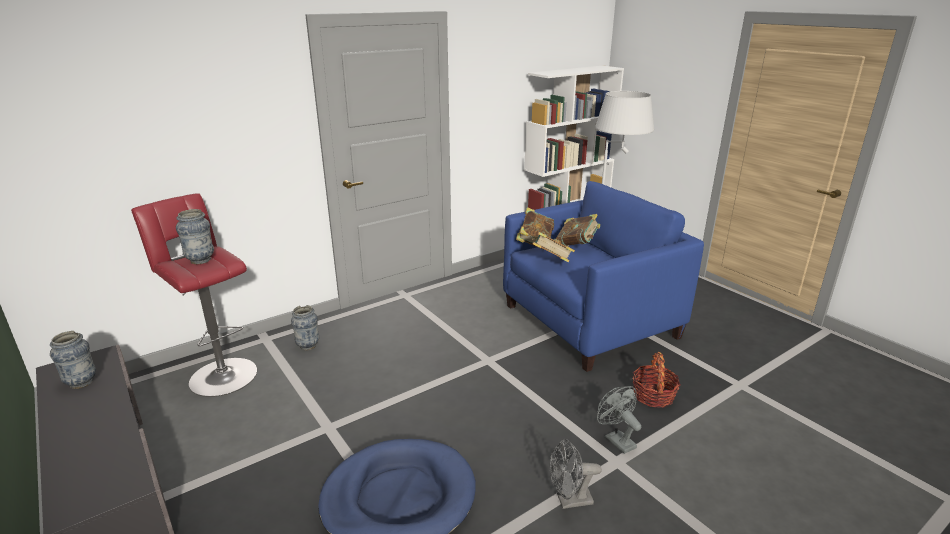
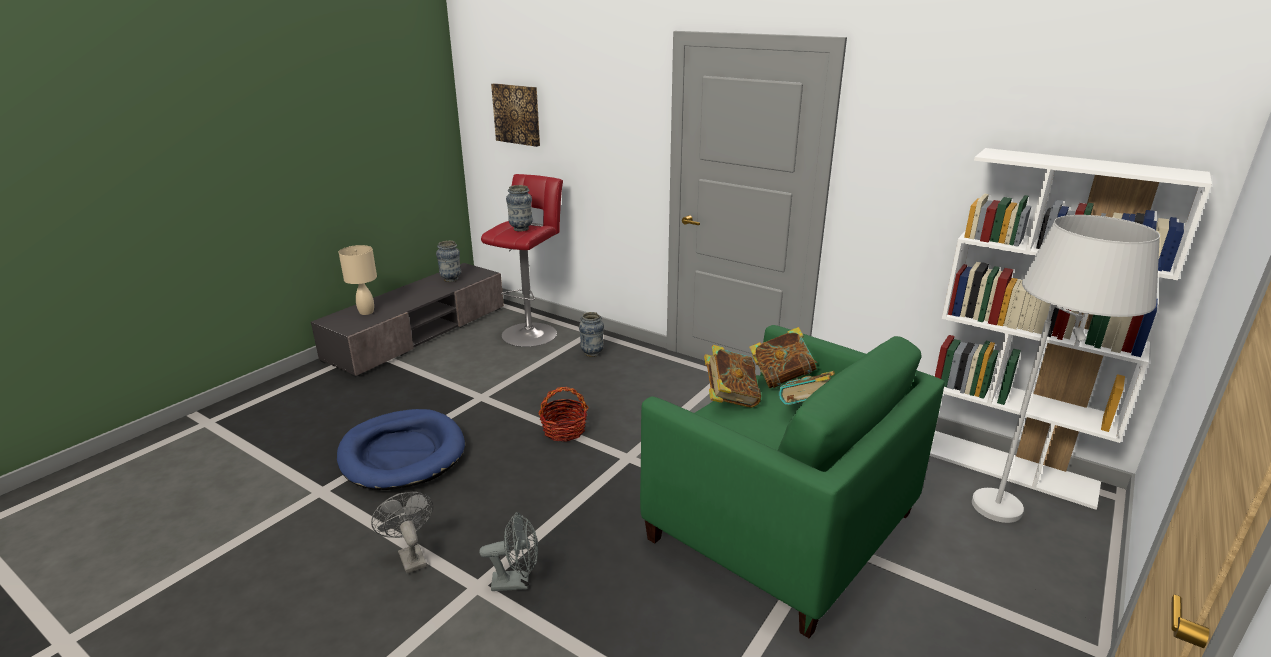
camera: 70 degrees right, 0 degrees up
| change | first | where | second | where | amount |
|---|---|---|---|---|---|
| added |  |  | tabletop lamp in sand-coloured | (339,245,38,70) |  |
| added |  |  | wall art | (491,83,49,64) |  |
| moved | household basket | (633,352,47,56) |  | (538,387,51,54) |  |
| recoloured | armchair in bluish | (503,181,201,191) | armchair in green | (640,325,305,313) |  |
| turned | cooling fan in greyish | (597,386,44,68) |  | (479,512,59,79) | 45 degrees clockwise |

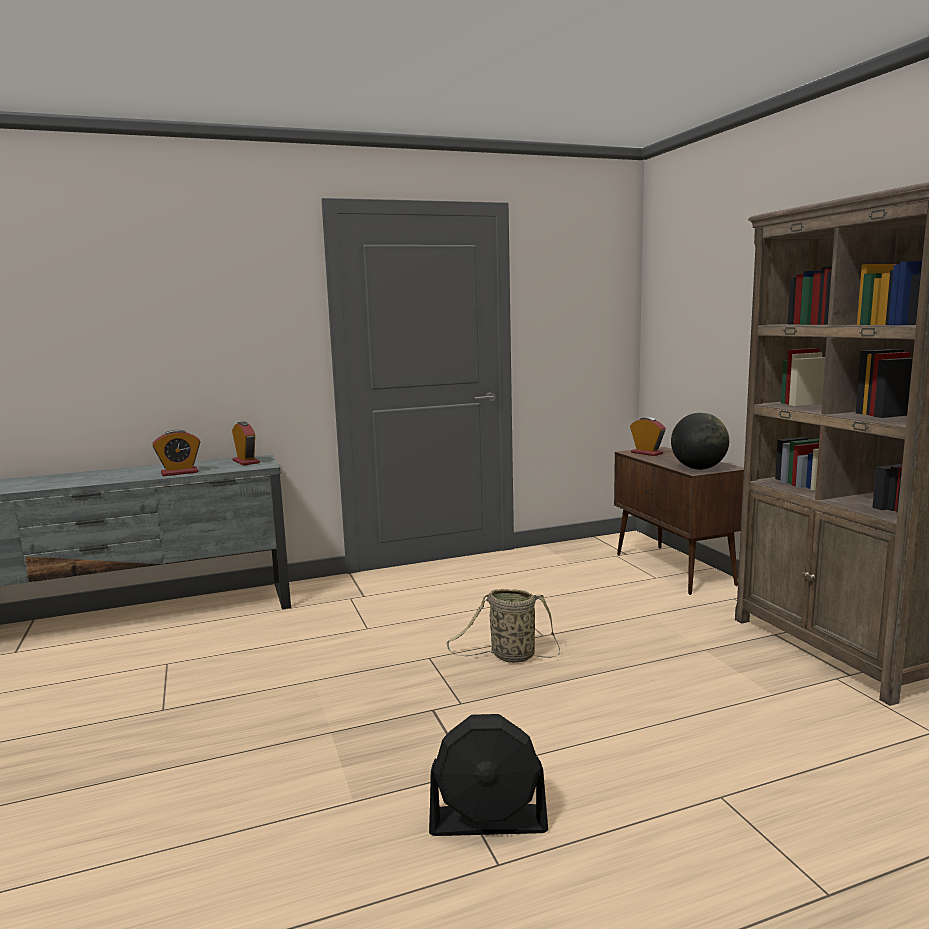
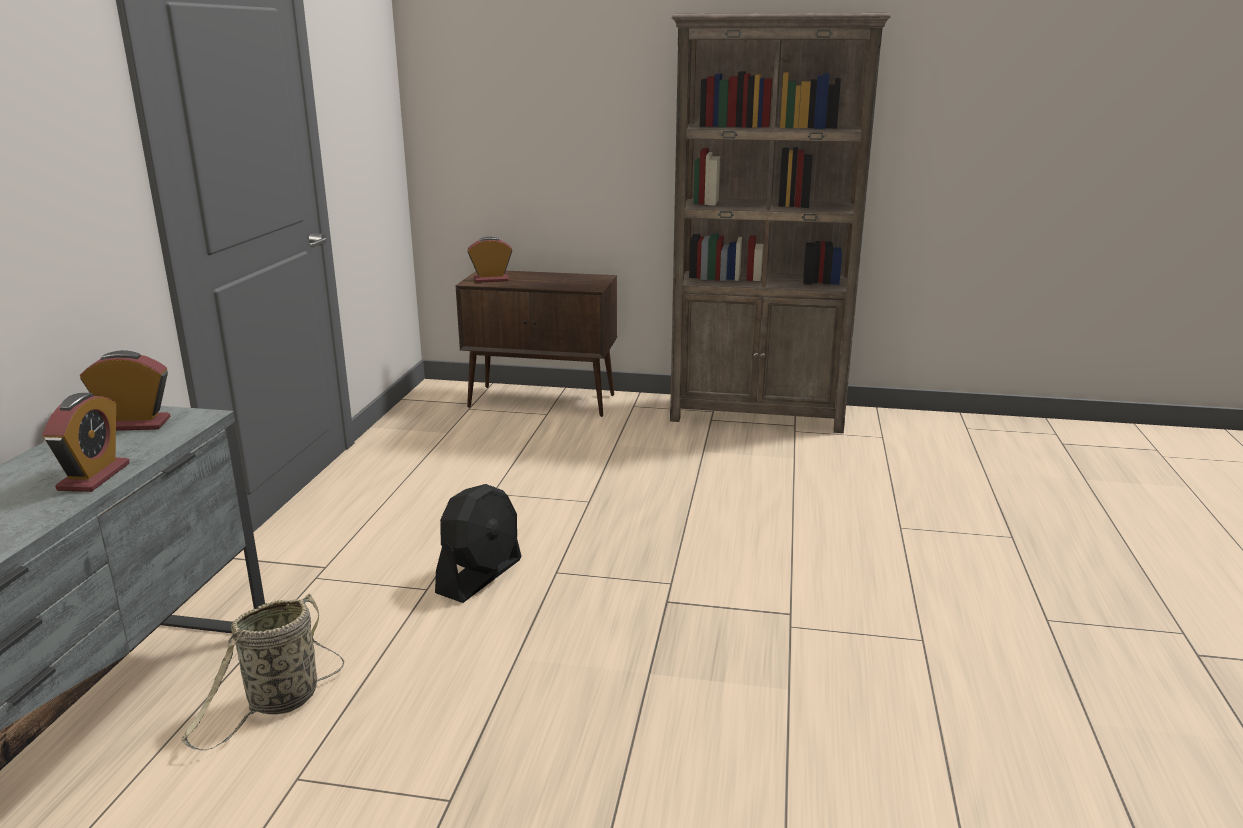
camera: 60 degrees left, 10 degrees up
| change | first | where | second | where | amount |
|---|---|---|---|---|---|
| removed | desk globe | (671,412,58,58) |  |  |  |
| moved | cooling fan in blackish | (429,714,119,122) |  | (435,484,87,119) |  |
| moved | household basket | (446,589,114,74) |  | (181,594,163,157) |  |

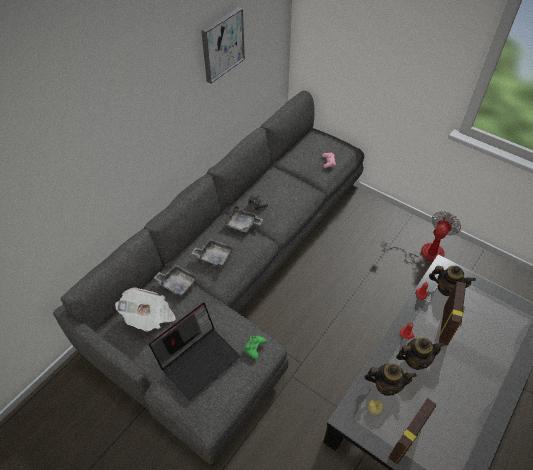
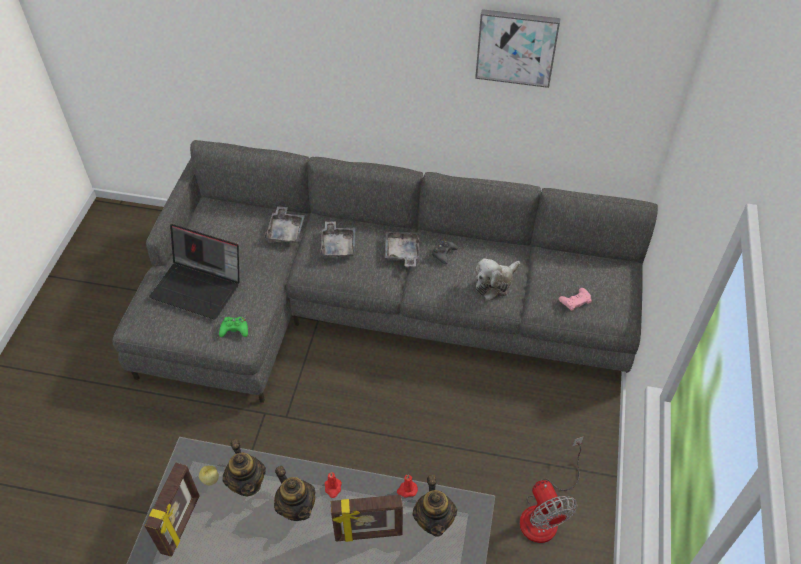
camera: 65 degrees right, 0 degrees up
| change | first | where | second | where | amount |
|---|---|---|---|---|---|
| removed | printed paper | (115,287,61,45) |  |  |  |
| added |  |  | plush toy | (476,258,44,43) |  |
| turned | cooling fan | (381,211,80,53) |  | (520,436,64,107) | 60 degrees clockwise |
| turned | picture frame | (388,398,48,66) |  | (144,462,56,95) | 90 degrees counterclockwise |

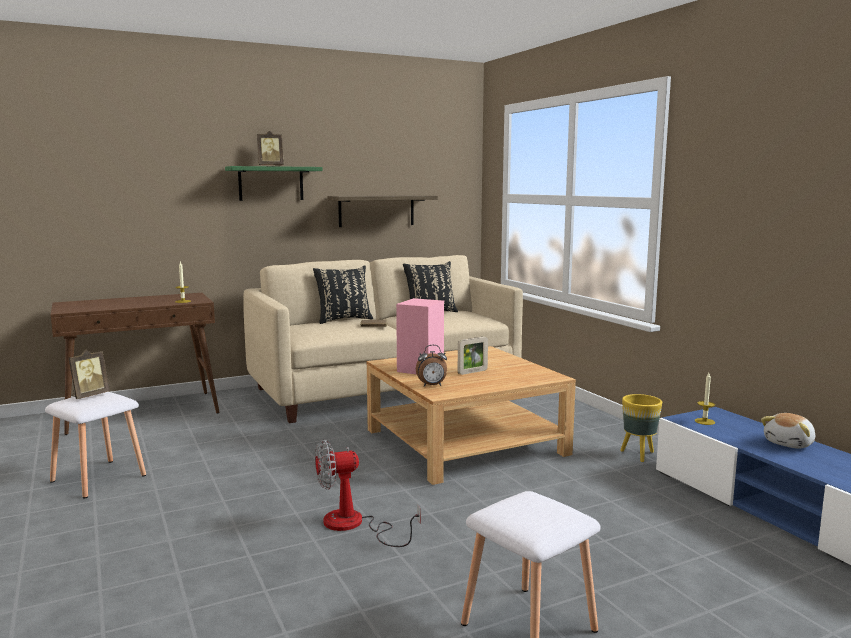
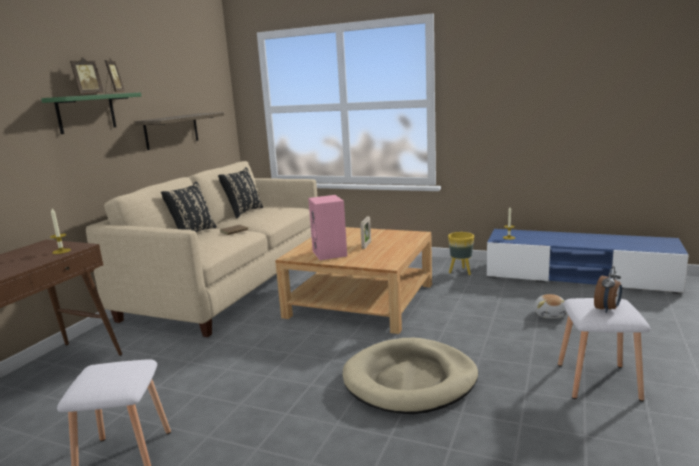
camera: 40 degrees left, 5 degrees up
| change | first | where | second | where | amount |
|---|---|---|---|---|---|
| moved | picture frame | (69,349,41,50) |  | (105,57,20,37) |  |
| moved | bedside clock | (416,345,31,41) |  | (594,266,28,47) |  |
| moved | plush toy | (761,413,54,36) |  | (534,294,33,24) |  |
| replaced | cooling fan | (315,440,106,107) | dog bed in sand-coloured | (343,338,135,76) |  |

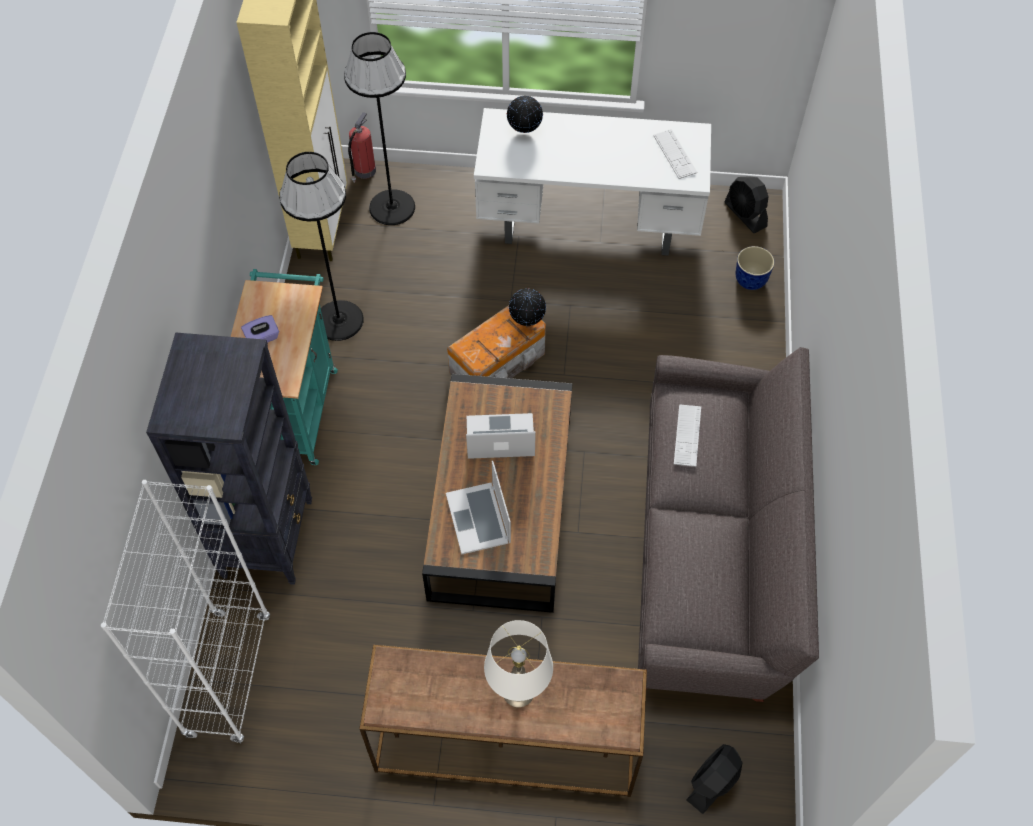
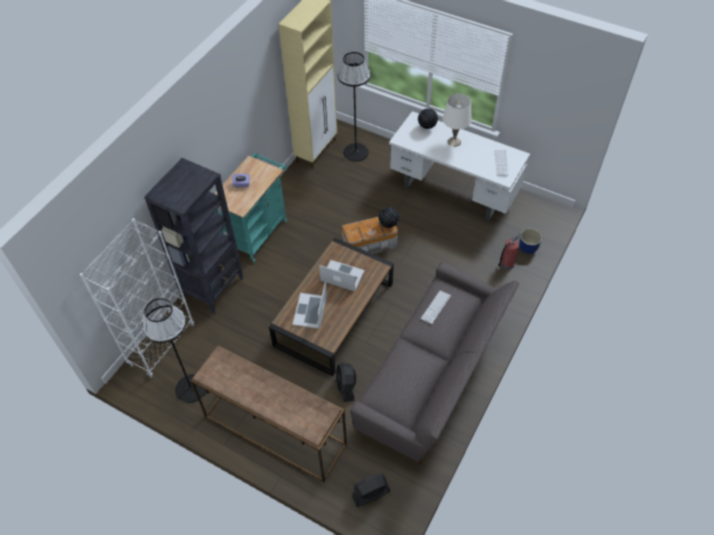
camera: 25 degrees right, 5 degrees down
| change | first | where | second | where | amount |
|---|---|---|---|---|---|
| moved | standard lamp in blackish | (279,152,85,189) |  | (142,298,64,105) |  |
| moved | extinguisher | (348,112,28,71) |  | (498,233,23,37) |  |
| moved | tabletop lamp in white-coloured | (484,620,69,87) |  | (443,93,29,54) |  |
| moved | cooling fan in blackish | (724,176,45,57) |  | (336,363,20,39) |  |

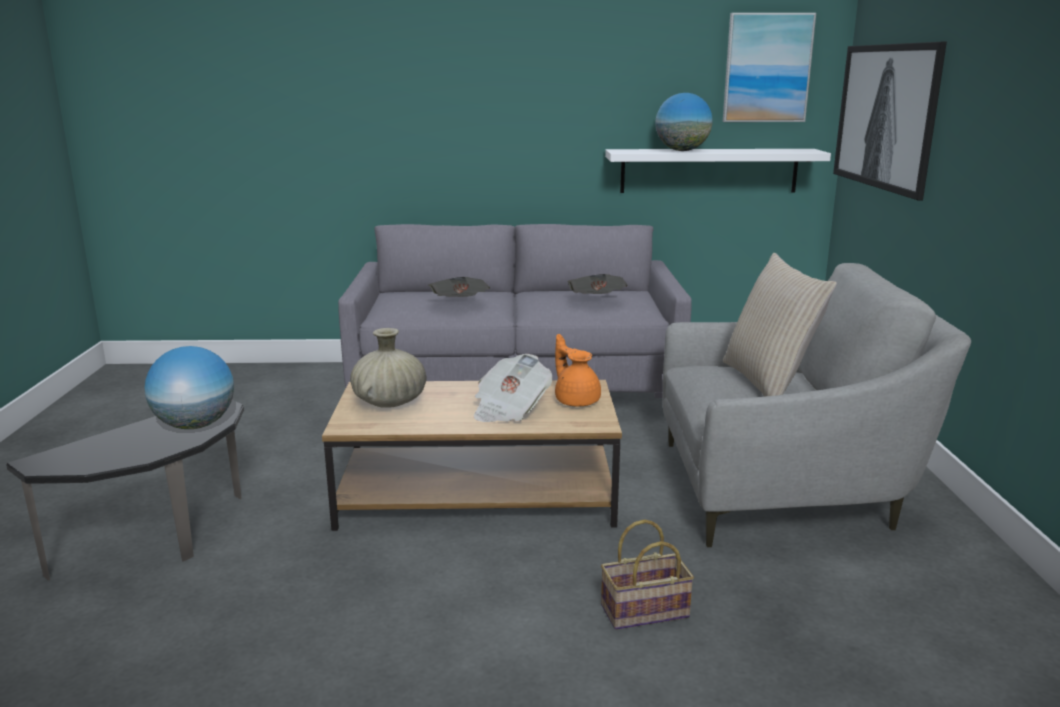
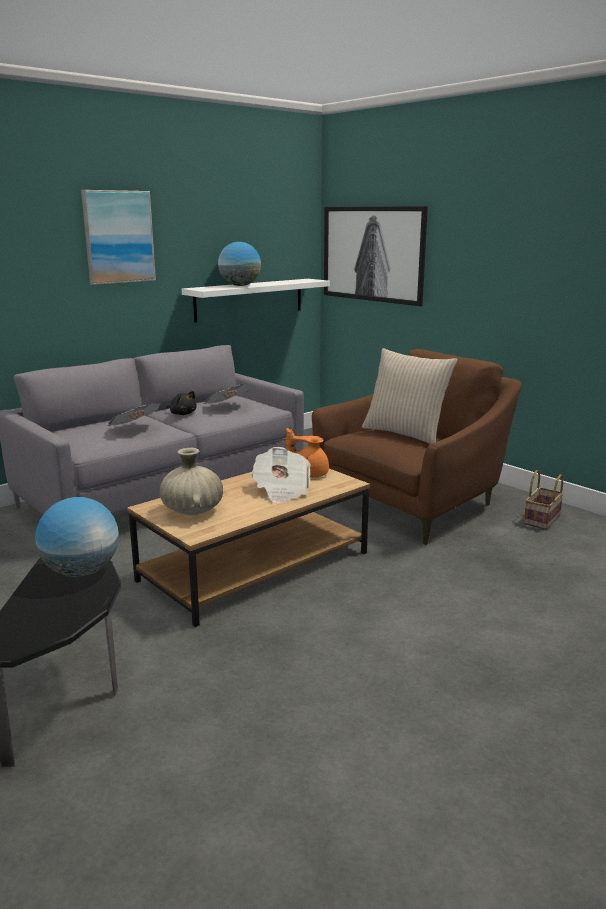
camera: 40 degrees left, 0 degrees up
| change | first | where | second | where | amount |
|---|---|---|---|---|---|
| added |  |  | plush toy in blackish | (166,391,31,24) |  |
| moved | household basket | (601,519,93,111) |  | (524,470,40,60) |  |
| moved | wall art | (723,13,93,109) |  | (81,190,75,95) |  |
| recoloured | armchair in greyish | (663,263,308,284) | armchair in brown | (312,349,209,196) |  |

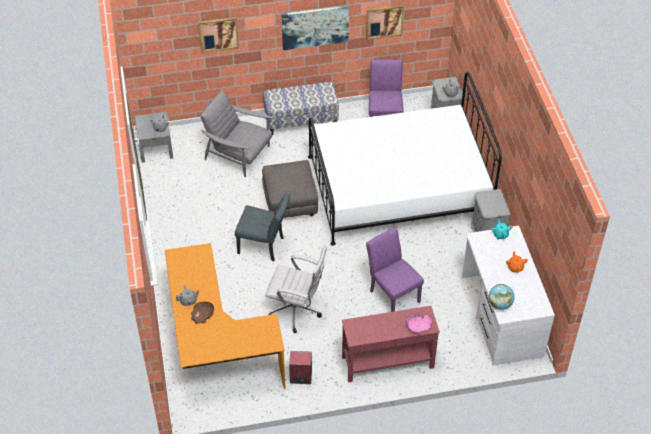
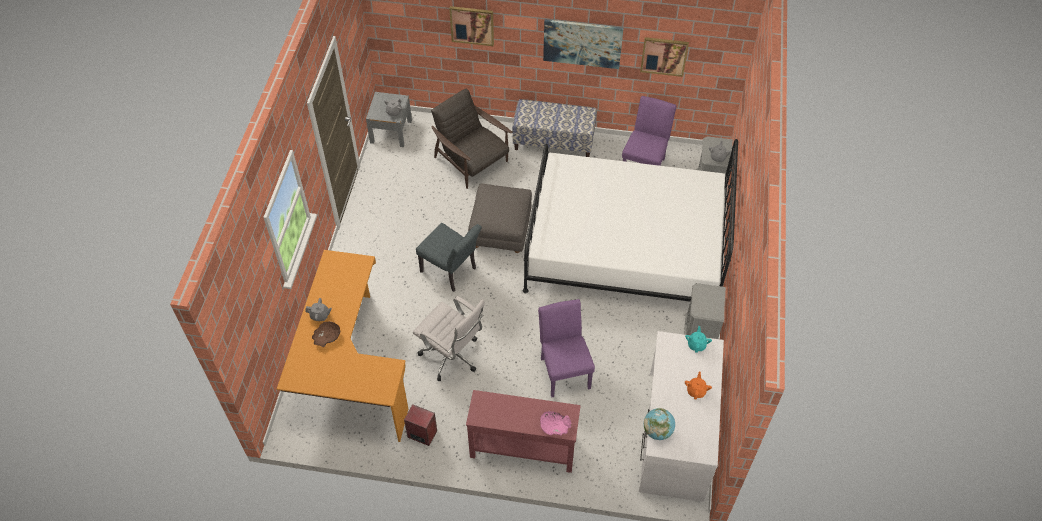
camera: 20 degrees right, 5 degrees up
| change | first | where | second | where | amount |
|---|---|---|---|---|---|
| recoloured | armchair in greyish | (200,91,74,86) | armchair in brown | (431,89,81,100) |  |

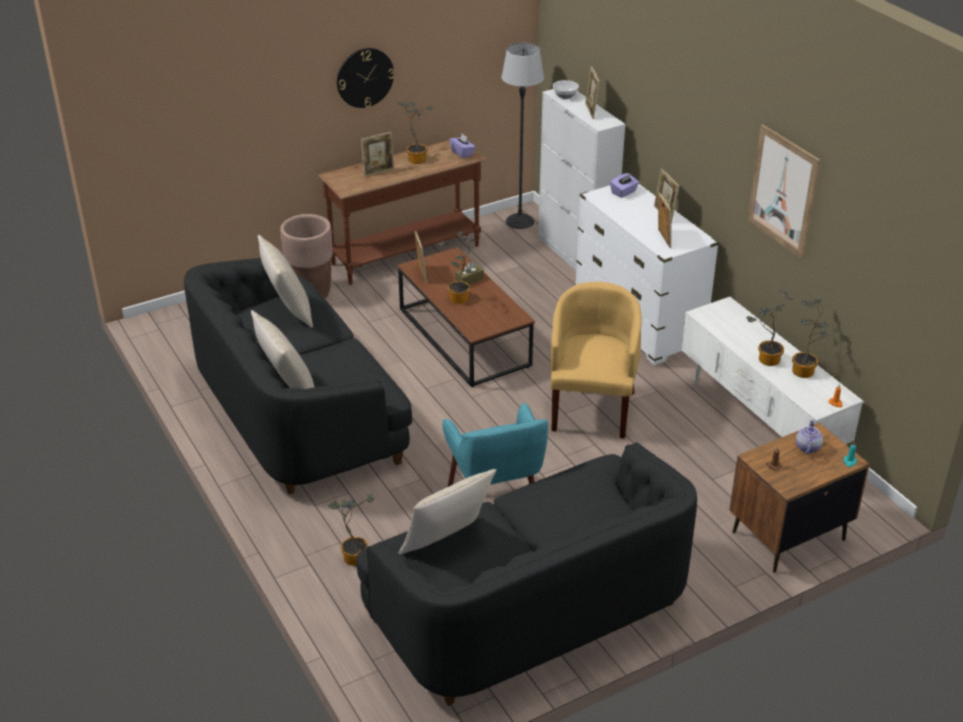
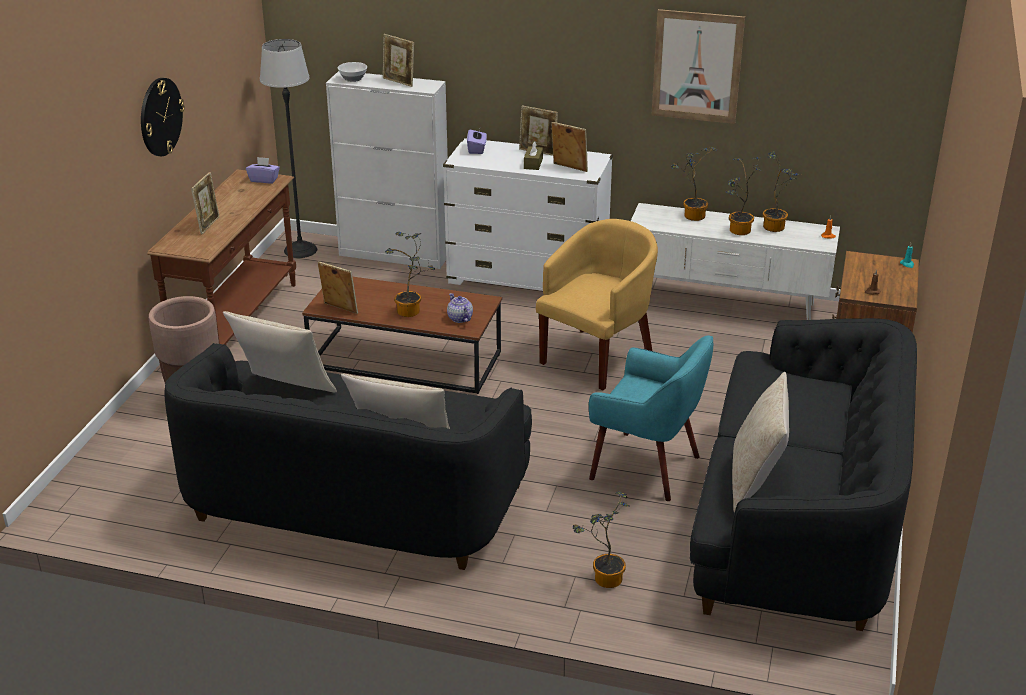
camera: 45 degrees left, 5 degrees down
| change | first | where | second | where | amount |
|---|---|---|---|---|---|
| moved | potted plant | (398,102,36,62) |  | (671,147,46,74) |  |
| moved | tissue box in brown | (455,262,29,23) |  | (524,141,19,29) |  |
| moved | tea pot | (796,420,27,35) |  | (447,293,26,30) |  |
| turned | armchair in yellowish | (550,282,92,157) |  | (536,219,122,171) | 75 degrees clockwise |

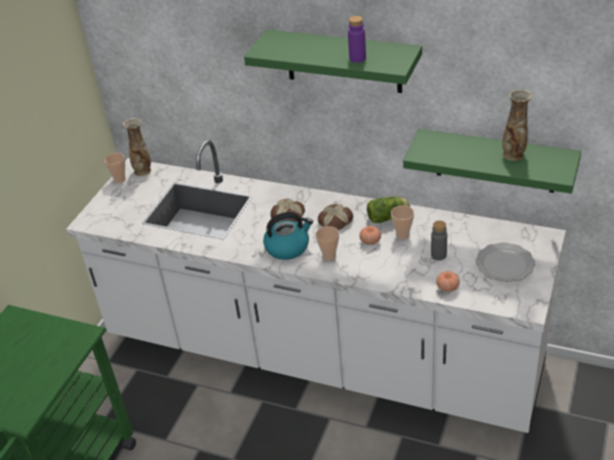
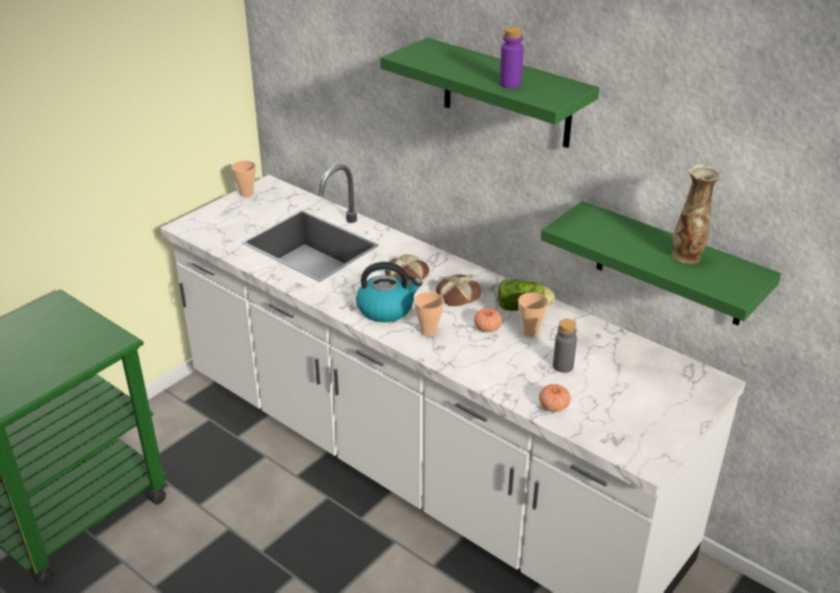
camera: 15 degrees right, 5 degrees down
| change | first | where | second | where | amount |
|---|---|---|---|---|---|
| removed | vase | (123,117,28,59) |  |  |  |
| removed | flat dish | (476,242,59,40) |  |  |  |

